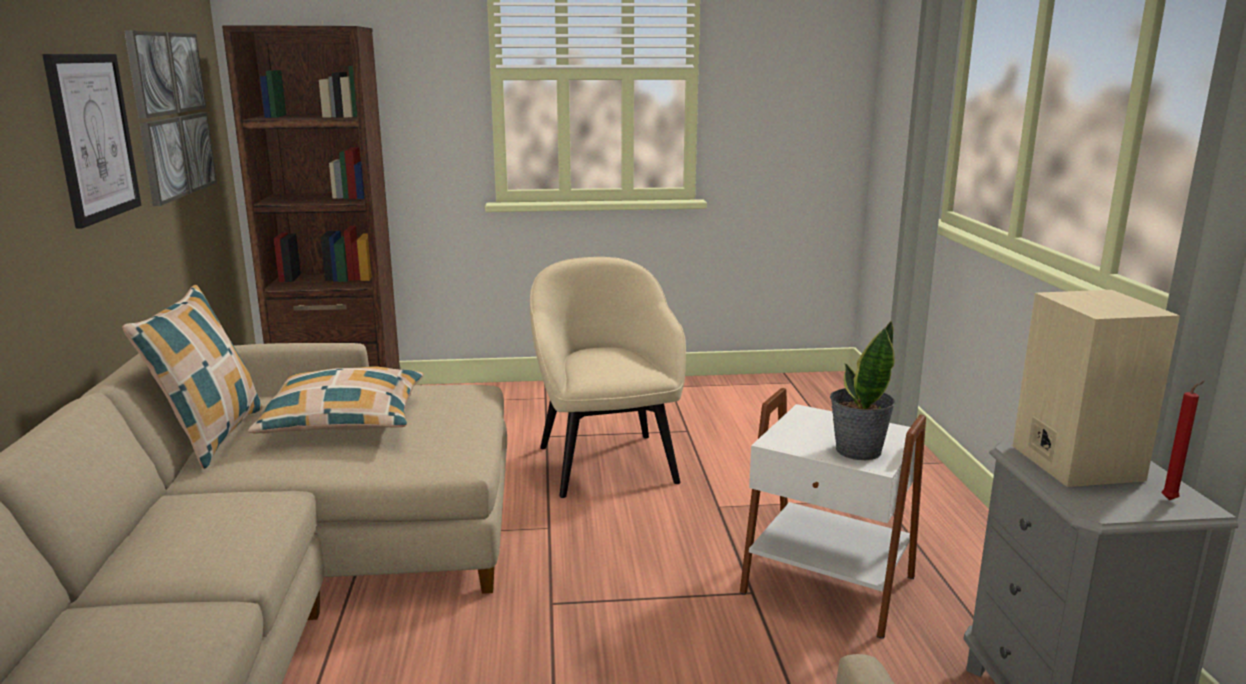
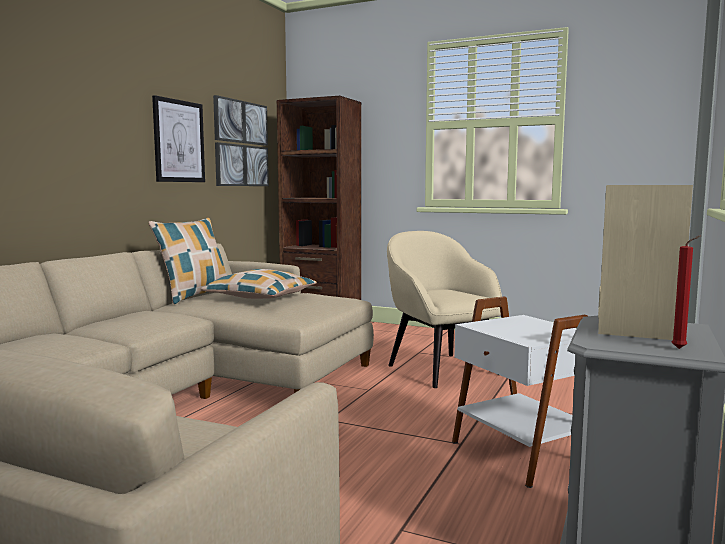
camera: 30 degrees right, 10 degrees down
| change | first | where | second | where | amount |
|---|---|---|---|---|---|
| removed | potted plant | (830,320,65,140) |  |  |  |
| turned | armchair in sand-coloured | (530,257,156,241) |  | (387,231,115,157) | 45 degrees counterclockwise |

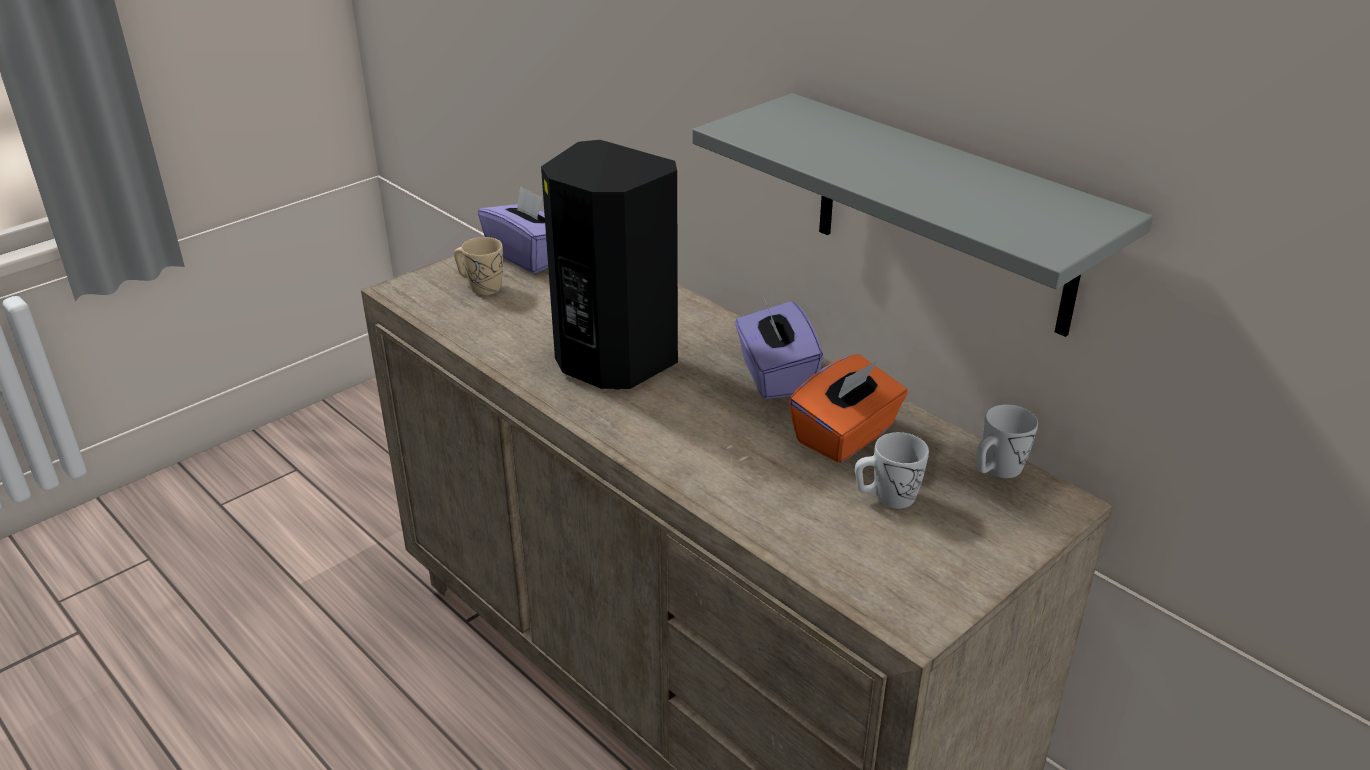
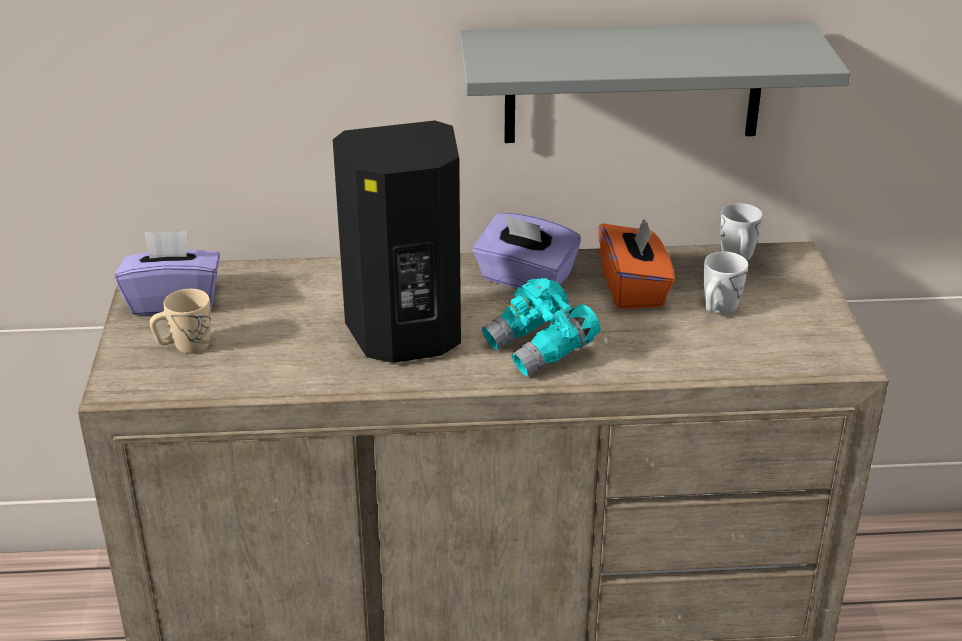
camera: 50 degrees left, 0 degrees up
| change | first | where | second | where | amount |
|---|---|---|---|---|---|
| added |  |  | pair of binoculars in turquoise | (482,278,119,99) |  |

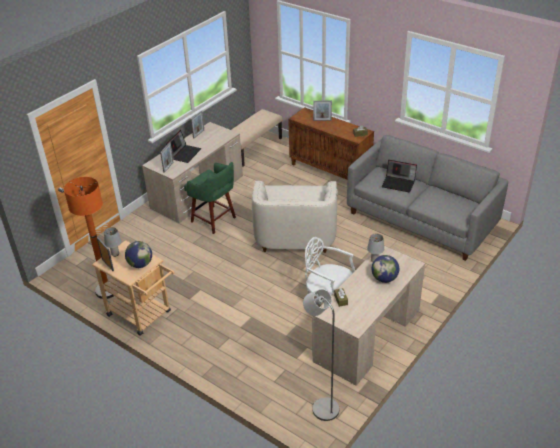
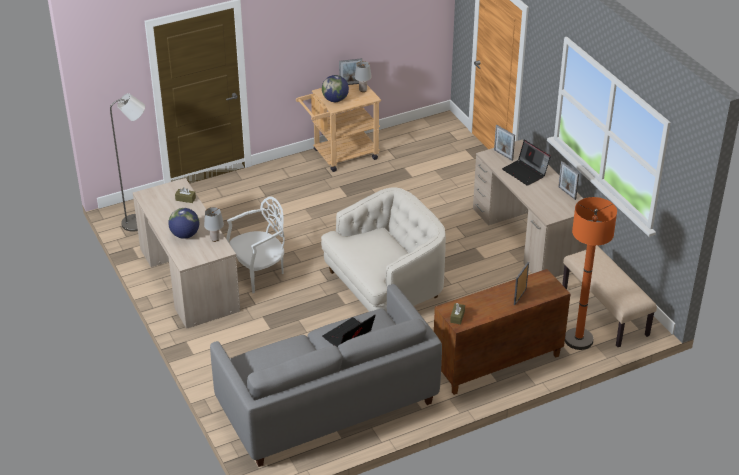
camera: 115 degrees right, 0 degrees up
| change | first | where | second | where | amount |
|---|---|---|---|---|---|
| removed | stool in green | (184,162,52,72) |  |  |  |
| moved | standard lamp in orange | (64,177,51,122) |  | (565,197,52,153) |  |
| turned | armchair in white-coloured | (252,181,86,72) |  | (321,187,125,125) | 120 degrees clockwise |

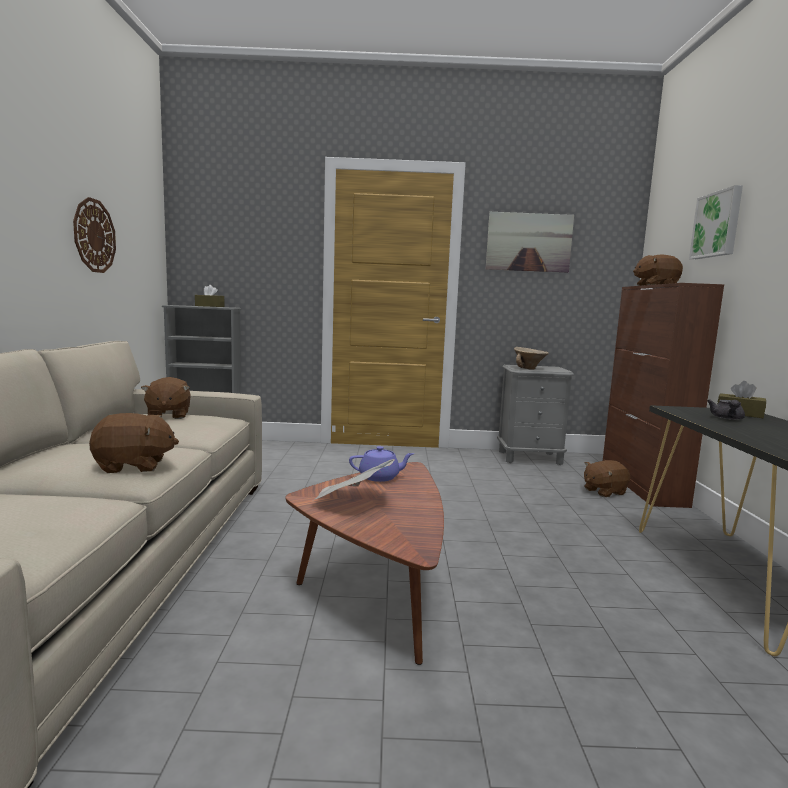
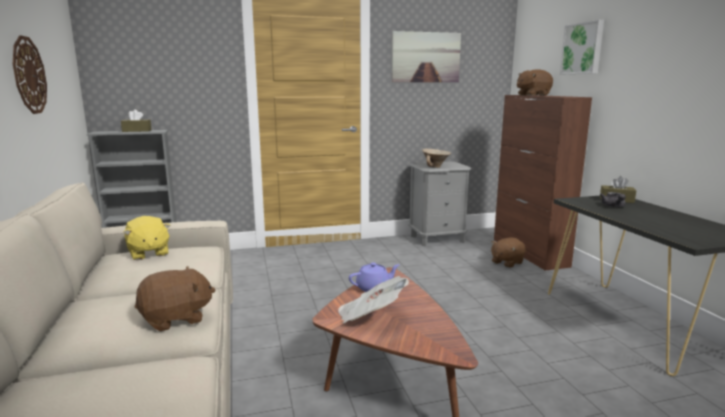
camera: 15 degrees left, 5 degrees up
| change | first | where | second | where | amount |
|---|---|---|---|---|---|
| recoloured | plush toy in brown | (141,377,50,42) | plush toy in yellowish | (123,216,48,44) |  |

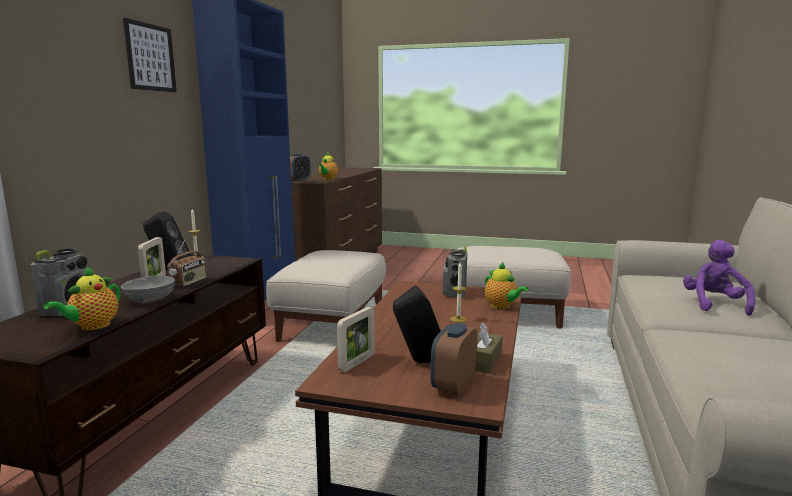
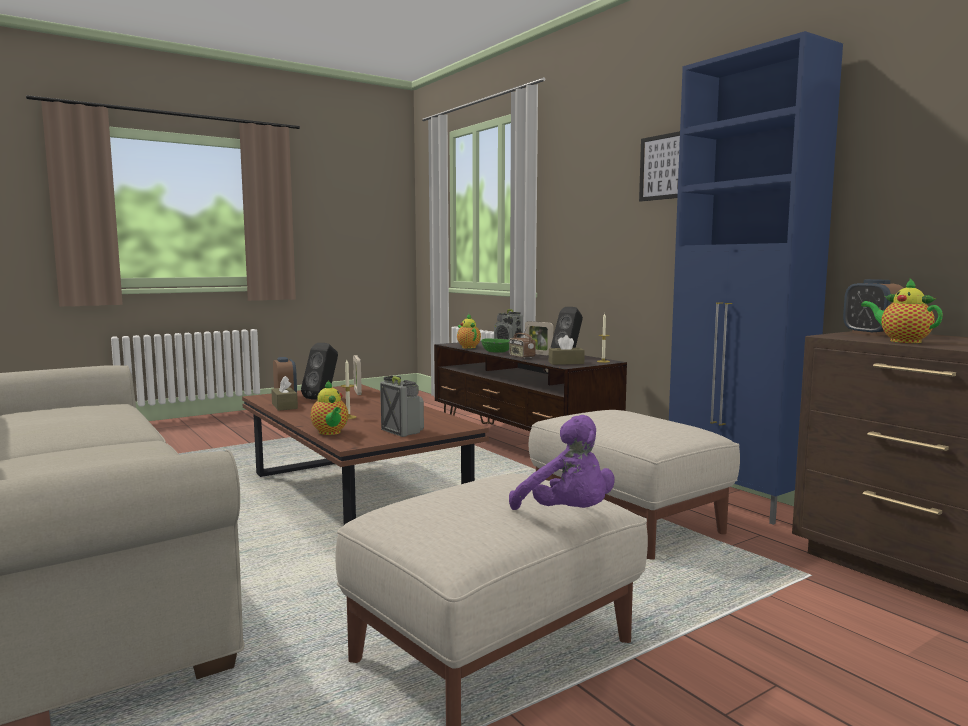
camera: 130 degrees right, 5 degrees down
| change | first | where | second | where | amount |
|---|---|---|---|---|---|
| added |  |  | tissue box in brown | (549,335,36,30) |  |
| moved | plush toy in purple-coloured | (683,240,72,76) |  | (509,415,106,95) |  |
| recoloured | bowl in greyish | (121,276,54,27) | bowl in green | (481,339,28,14) |  |
| turned | tea pot | (485,262,44,47) |  | (310,380,38,55) | 120 degrees counterclockwise |

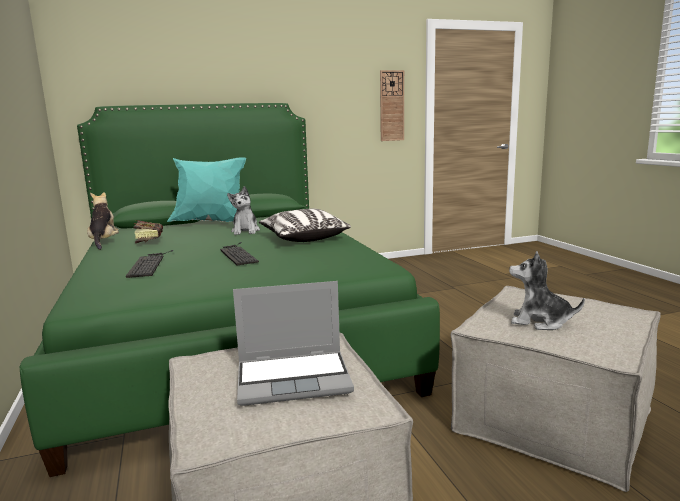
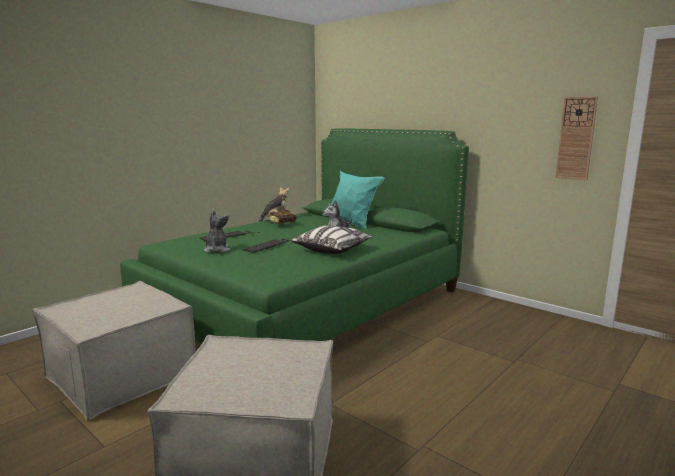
camera: 60 degrees right, 0 degrees up
| change | first | where | second | where | amount |
|---|---|---|---|---|---|
| removed | portable computer | (233,281,121,125) |  |  |  |
| moved | plush toy | (509,251,76,79) |  | (204,210,26,43) |  |

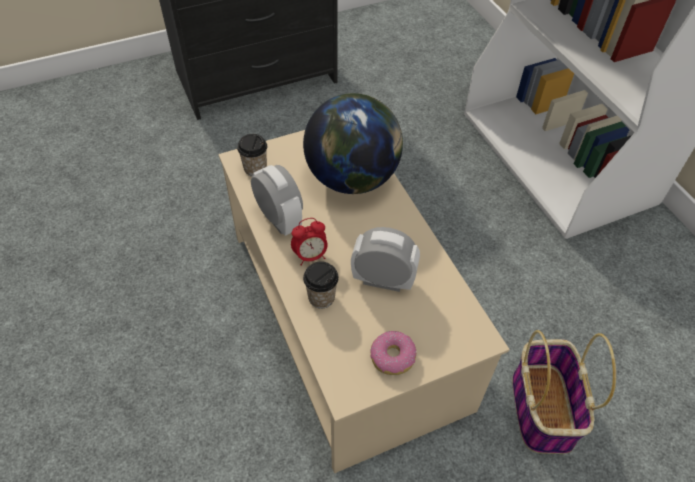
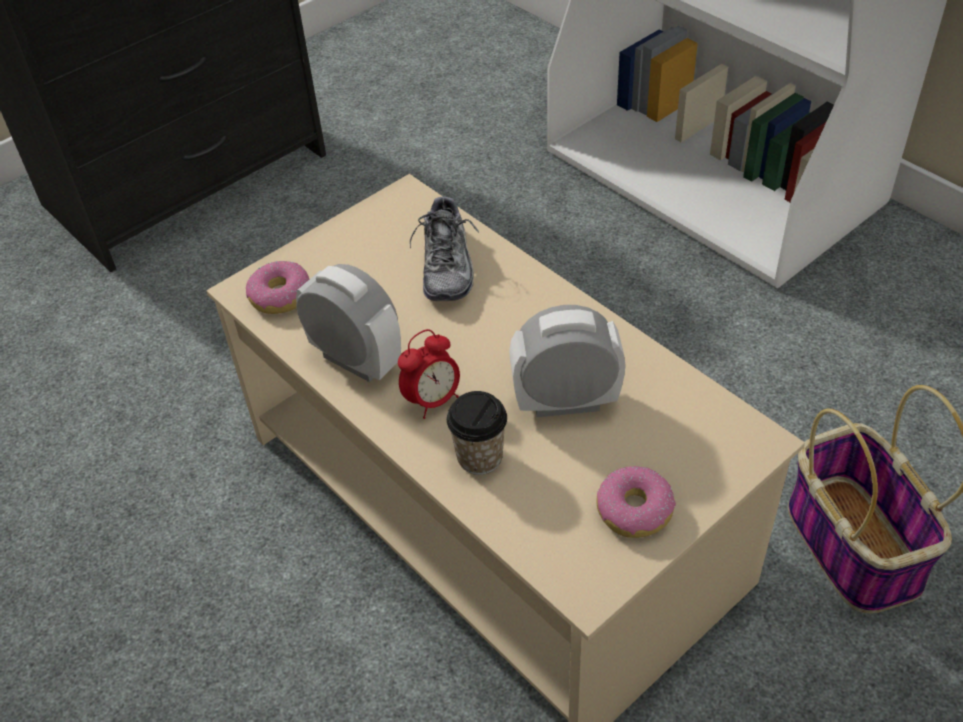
camera: 15 degrees left, 5 degrees down
| change | first | where | second | where | amount |
|---|---|---|---|---|---|
| replaced | drinking cup | (237,134,30,43) | donut | (246,261,63,53) |  |
| replaced | desk globe | (303,93,100,101) | low shoe | (410,197,69,104) |  |

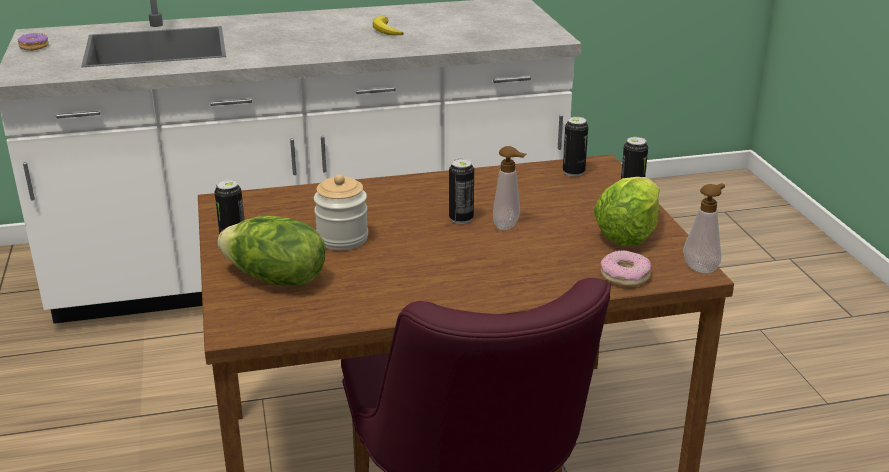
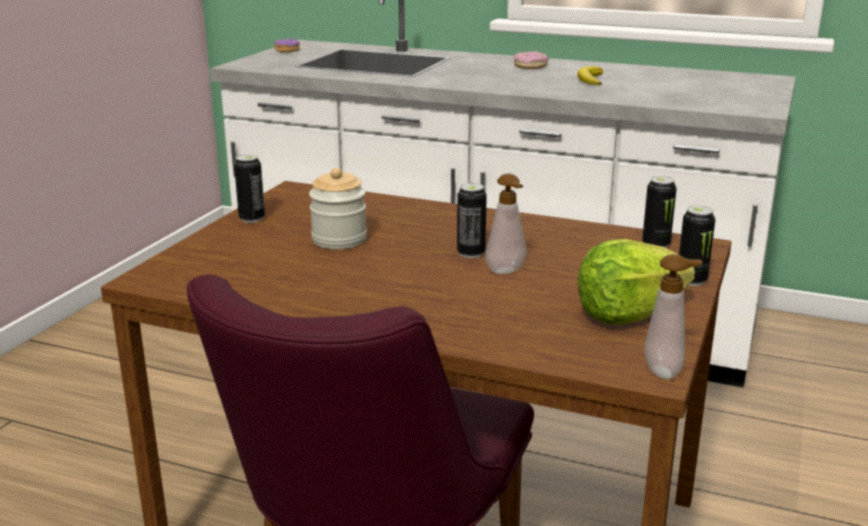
camera: 35 degrees right, 5 degrees down
| change | first | where | second | where | amount |
|---|---|---|---|---|---|
| removed | head of lettuce | (218,216,108,70) |  |  |  |
| moved | donut | (601,250,51,37) |  | (513,51,36,18) |  |

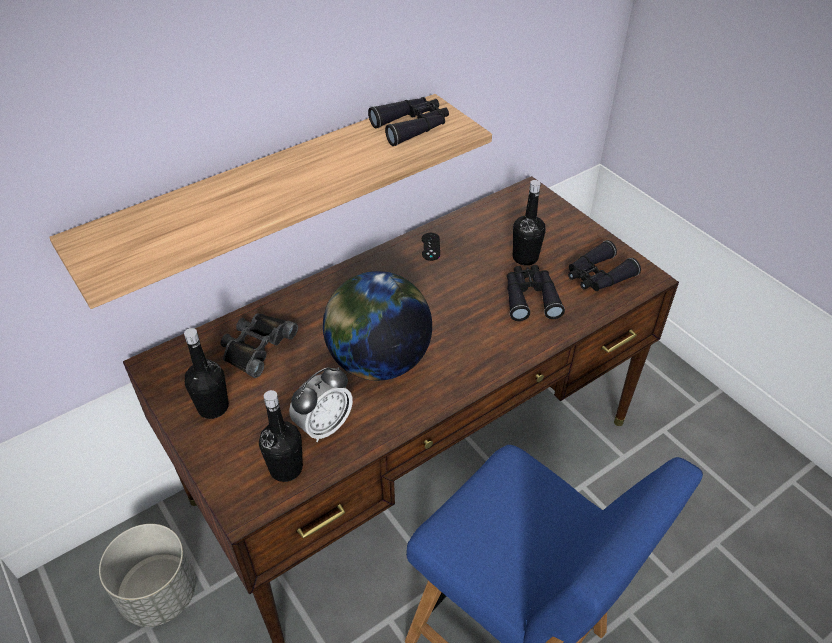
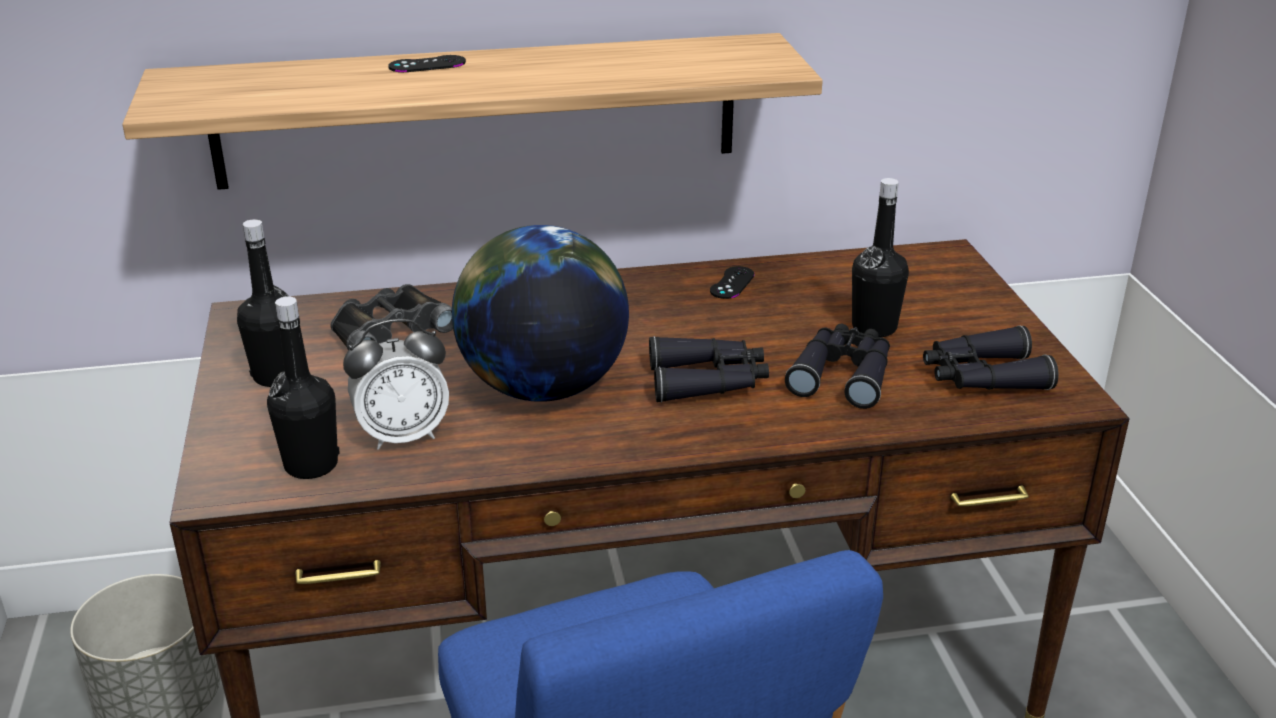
camera: 25 degrees right, 15 degrees down
| change | first | where | second | where | amount |
|---|---|---|---|---|---|
| added |  |  | joypad in blackish | (388,55,78,17) |  |
| moved | pair of binoculars in blackish | (368,97,81,49) |  | (649,336,120,67) |  |

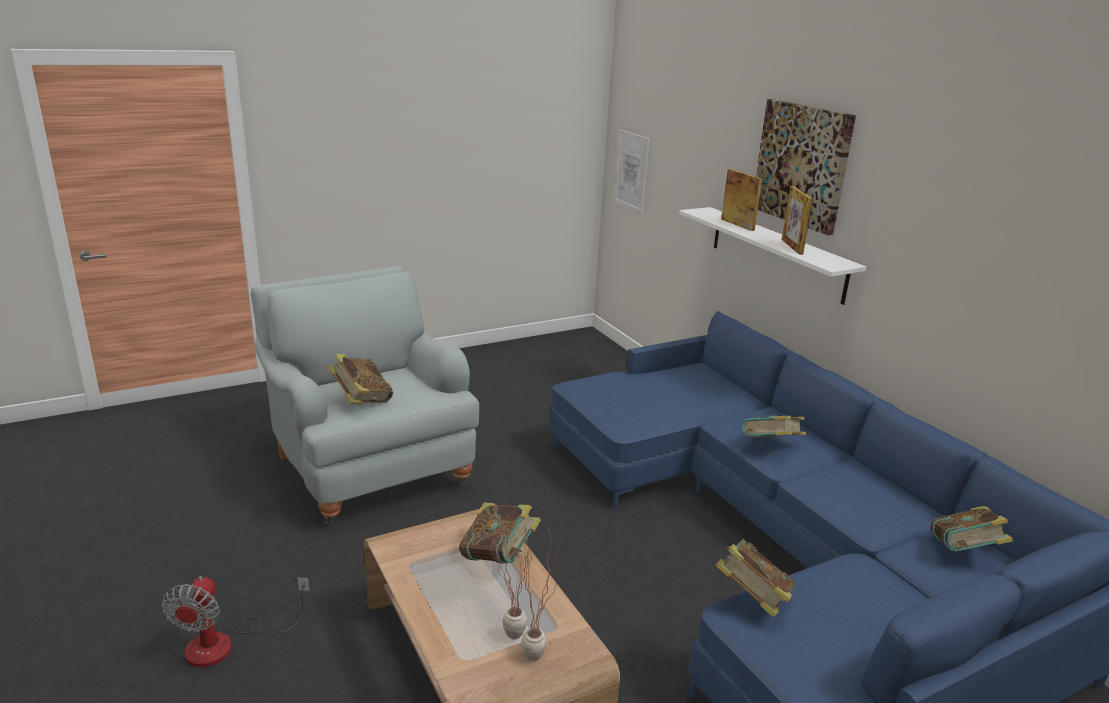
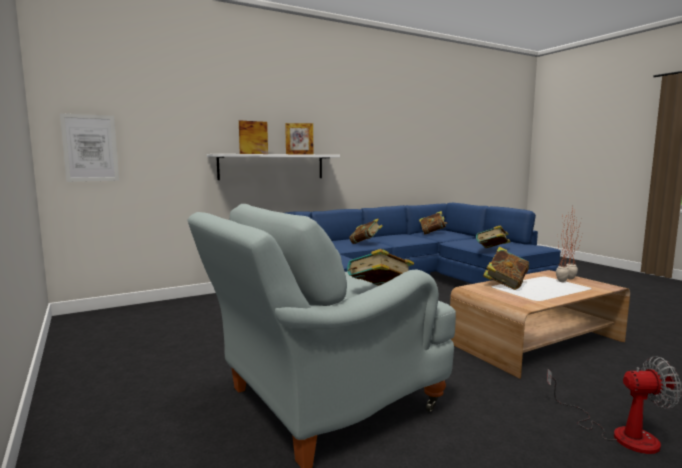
camera: 90 degrees left, 15 degrees down
| change | first | where | second | where | amount |
|---|---|---|---|---|---|
| removed | wall art | (756,99,100,136) |  |  |  |

